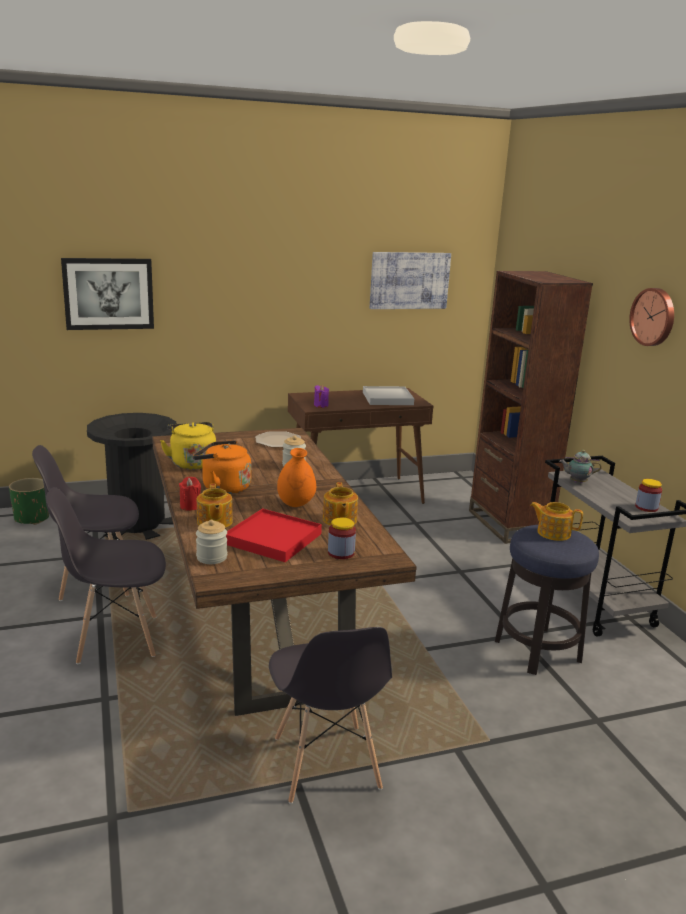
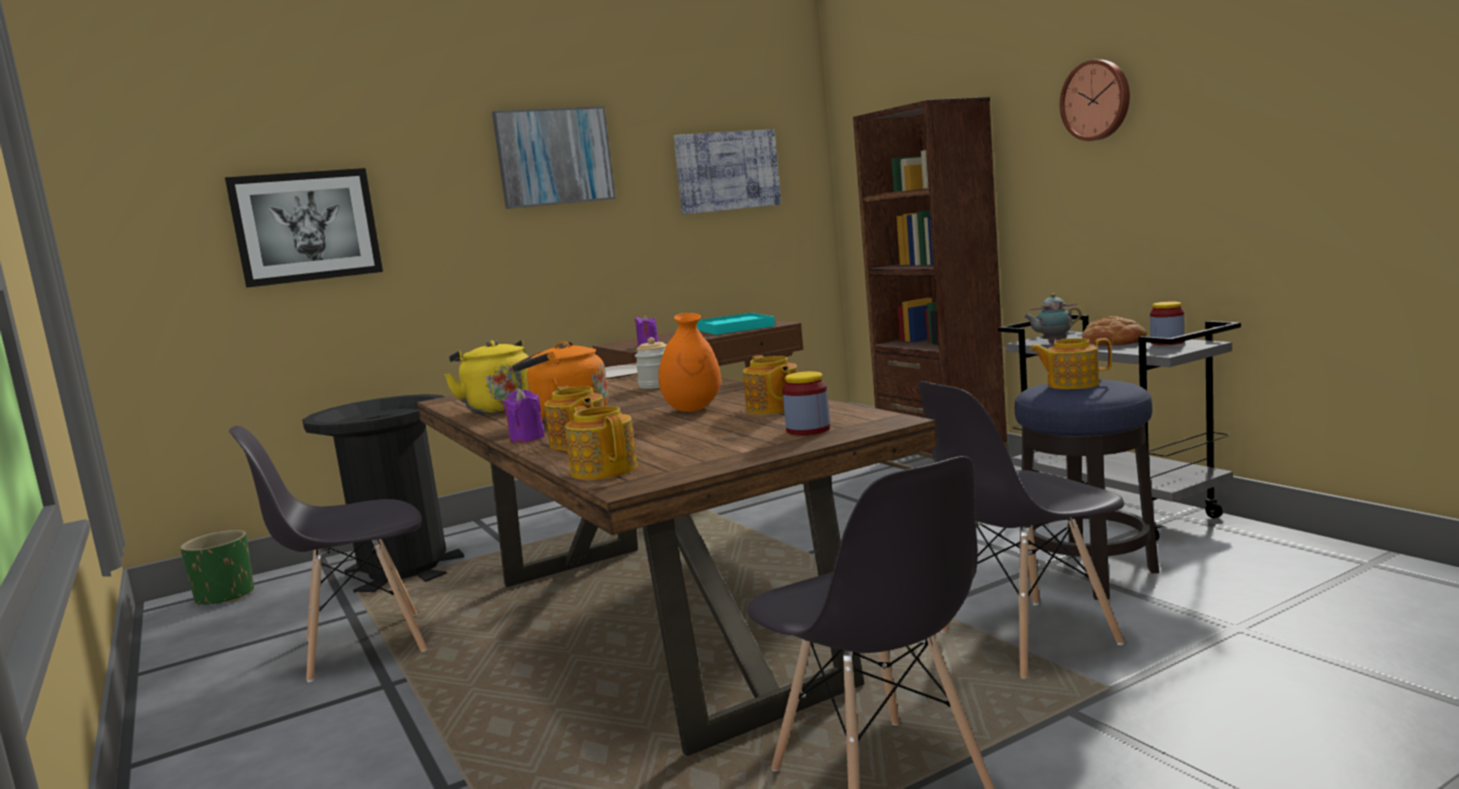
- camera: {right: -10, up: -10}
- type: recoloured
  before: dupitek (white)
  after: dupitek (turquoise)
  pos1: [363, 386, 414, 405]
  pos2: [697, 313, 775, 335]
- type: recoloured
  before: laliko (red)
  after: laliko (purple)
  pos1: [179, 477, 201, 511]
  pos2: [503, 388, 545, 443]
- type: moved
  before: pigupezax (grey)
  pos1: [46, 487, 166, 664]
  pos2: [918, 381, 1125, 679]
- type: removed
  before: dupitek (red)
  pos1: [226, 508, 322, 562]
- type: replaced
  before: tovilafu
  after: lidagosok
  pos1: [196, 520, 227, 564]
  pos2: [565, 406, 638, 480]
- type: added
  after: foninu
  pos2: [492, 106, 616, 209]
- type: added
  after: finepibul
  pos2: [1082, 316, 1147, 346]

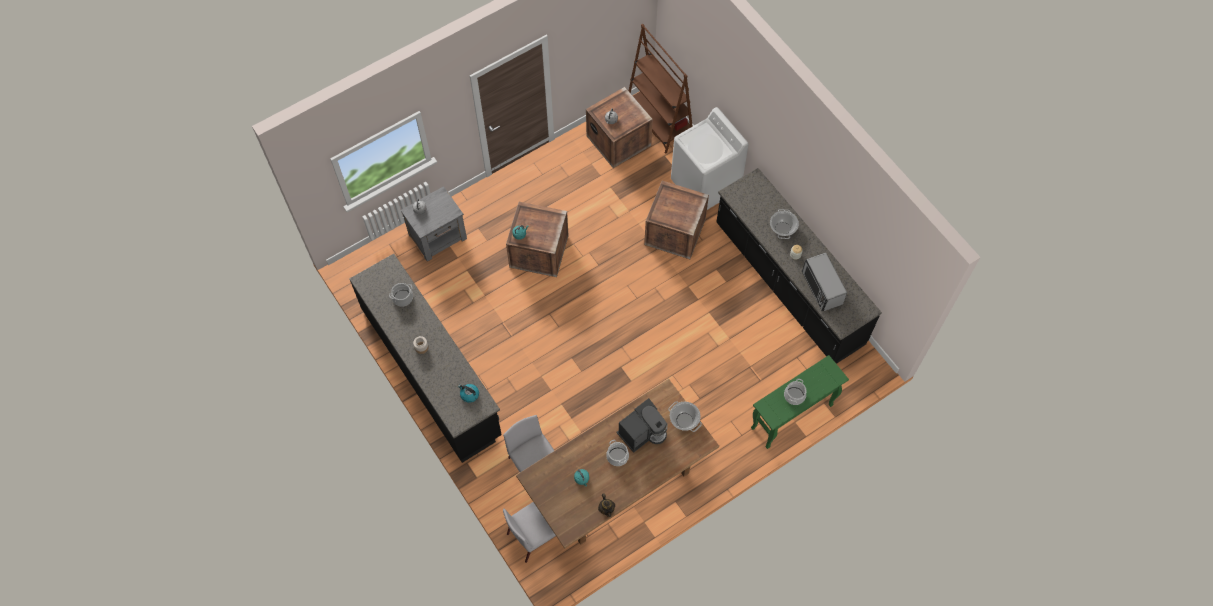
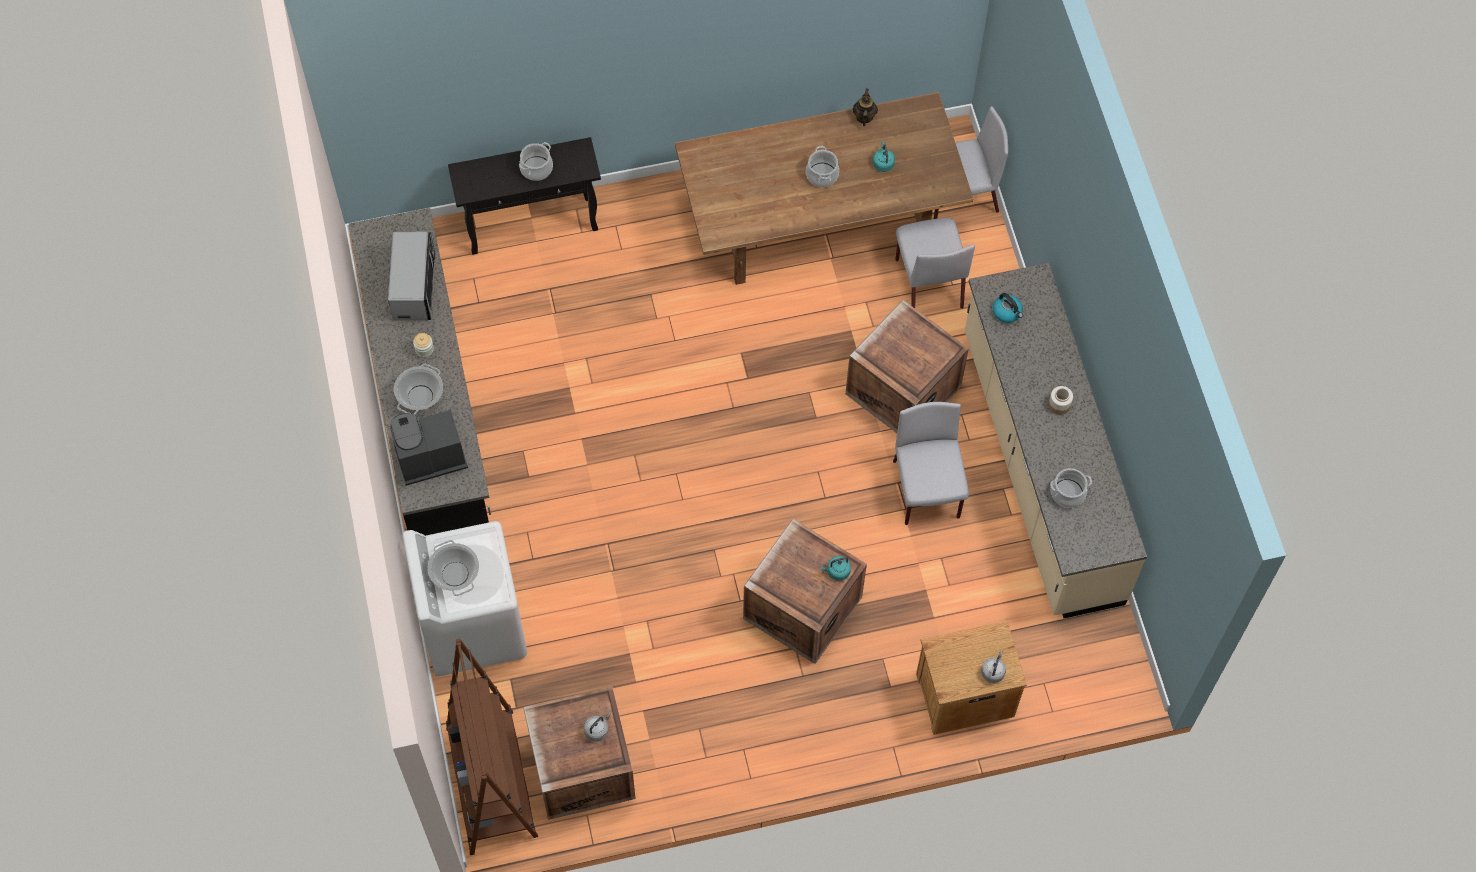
- camera: {right: -160, up: 0}
- type: moved
  before: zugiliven
  pos1: [644, 181, 709, 259]
  pos2: [845, 300, 969, 433]
- type: recoloured
  before: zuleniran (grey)
  after: zuleniran (brown)
  pos1: [401, 186, 467, 262]
  pos2: [916, 621, 1027, 735]
- type: recoloured
  before: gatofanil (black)
  after: gatofanil (beige)
  pos1: [349, 254, 502, 463]
  pos2: [965, 263, 1147, 618]
- type: recoloured
  before: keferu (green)
  after: keferu (black)
  pos1: [751, 355, 849, 449]
  pos2: [448, 137, 601, 255]
- type: moved
  before: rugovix
  pos1: [616, 398, 668, 453]
  pos2: [390, 410, 468, 486]
- type: moved
  before: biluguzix
  pos1: [668, 401, 702, 432]
  pos2: [428, 540, 479, 596]
- type: added
  after: pigupezax (grey)
  pos2: [893, 402, 969, 525]

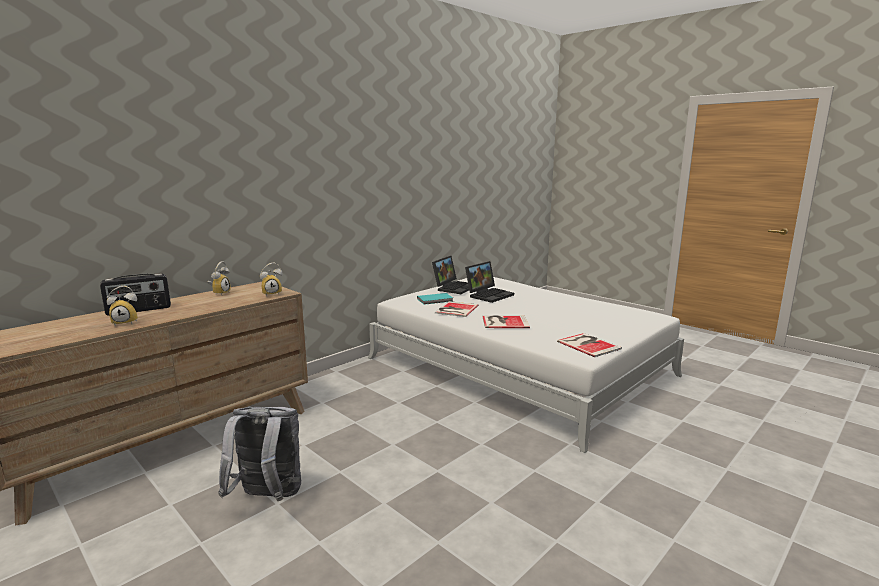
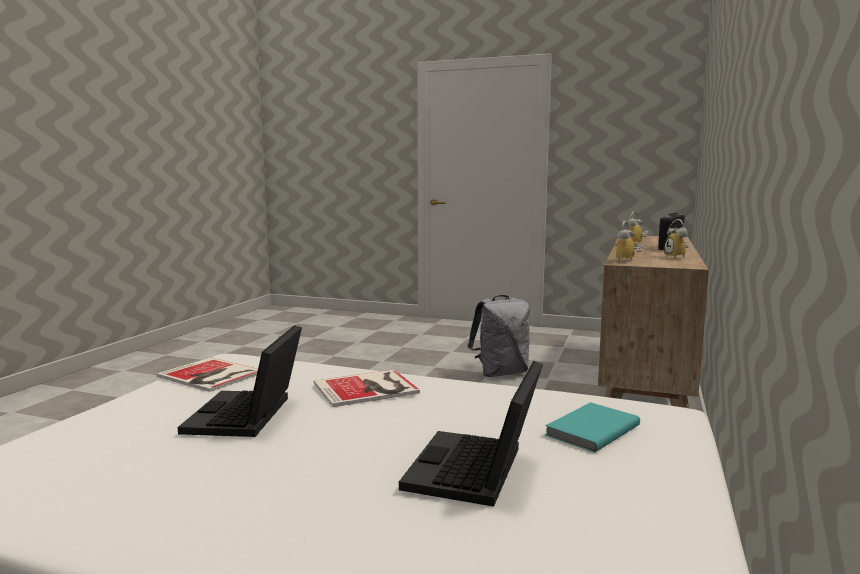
- camera: {right: 155, up: -5}
- type: moved
  before: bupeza
  pos1: [432, 256, 469, 294]
  pos2: [178, 325, 302, 437]
- type: removed
  before: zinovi
  pos1: [435, 301, 478, 317]

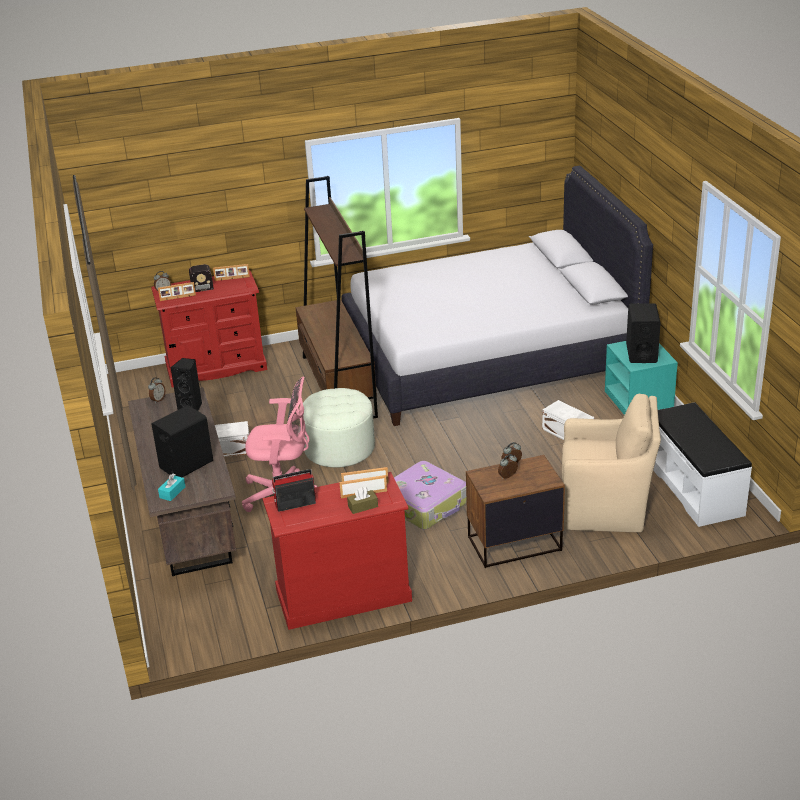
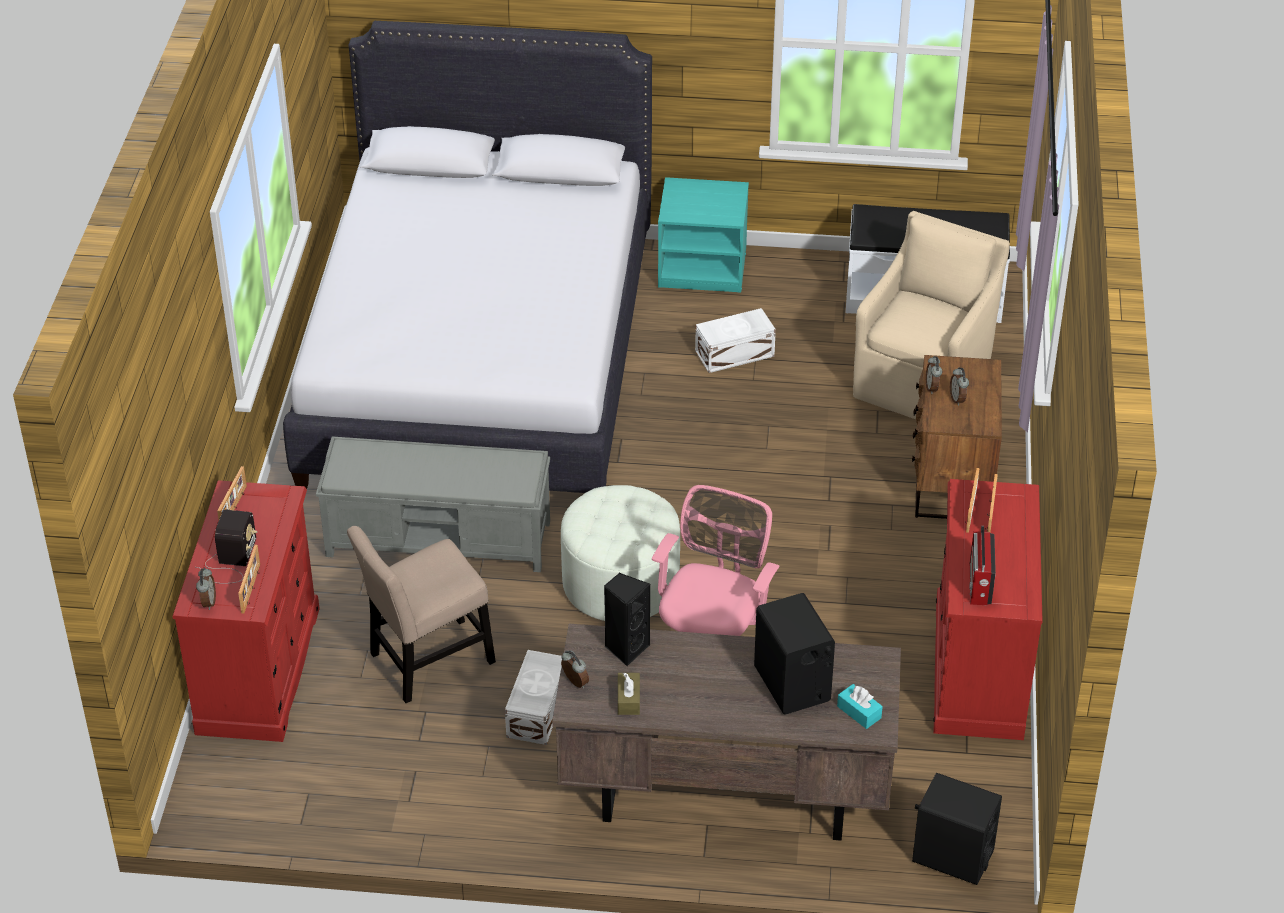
- camera: {right: -70, up: 10}
- type: replaced
  before: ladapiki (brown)
  after: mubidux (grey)
  pos1: [296, 176, 378, 418]
  pos2: [316, 436, 550, 572]
- type: moved
  before: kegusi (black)
  pos1: [626, 303, 661, 363]
  pos2: [912, 773, 1002, 885]
- type: removed
  before: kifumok
  pos1: [394, 461, 467, 529]
- type: moved
  before: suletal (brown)
  pos1: [347, 487, 378, 514]
  pos2: [618, 673, 640, 715]
- type: added
  after: pigupezax (beige)
  pos2: [347, 526, 496, 703]

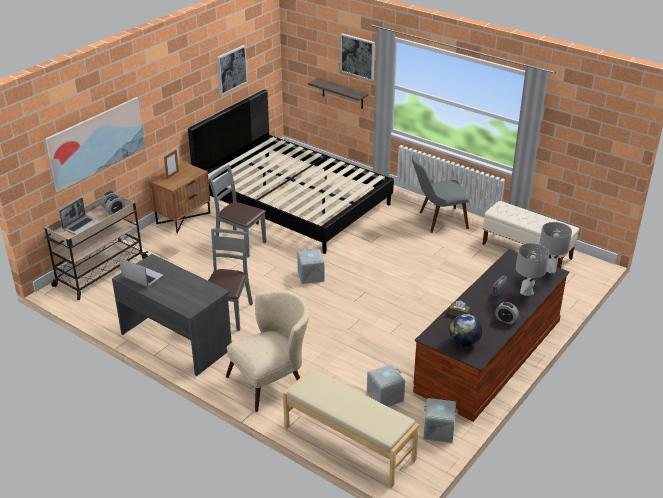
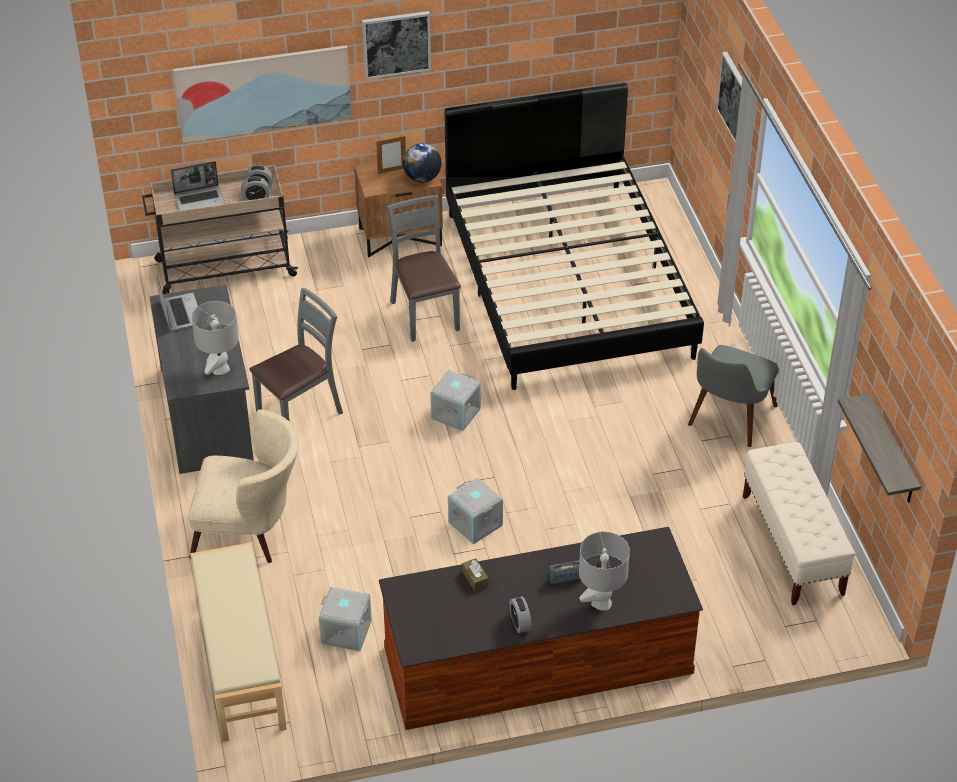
- camera: {right: 40, up: 10}
- type: moved
  before: foninu
  pos1: [217, 45, 248, 95]
  pos2: [362, 11, 431, 79]
- type: moved
  before: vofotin
  pos1: [308, 78, 369, 109]
  pos2: [838, 393, 921, 503]
- type: turned
  before: pigupezax (grey)
  pos1: [412, 154, 469, 233]
  pos2: [688, 345, 779, 447]
  turn: -90
- type: moved
  before: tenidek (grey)
  pos1: [539, 222, 572, 273]
  pos2: [191, 301, 239, 375]
- type: moved
  before: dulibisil
  pos1: [449, 314, 482, 347]
  pos2: [403, 143, 442, 182]
- type: moved
  before: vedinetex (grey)
  pos1: [423, 398, 458, 443]
  pos2: [448, 478, 503, 544]

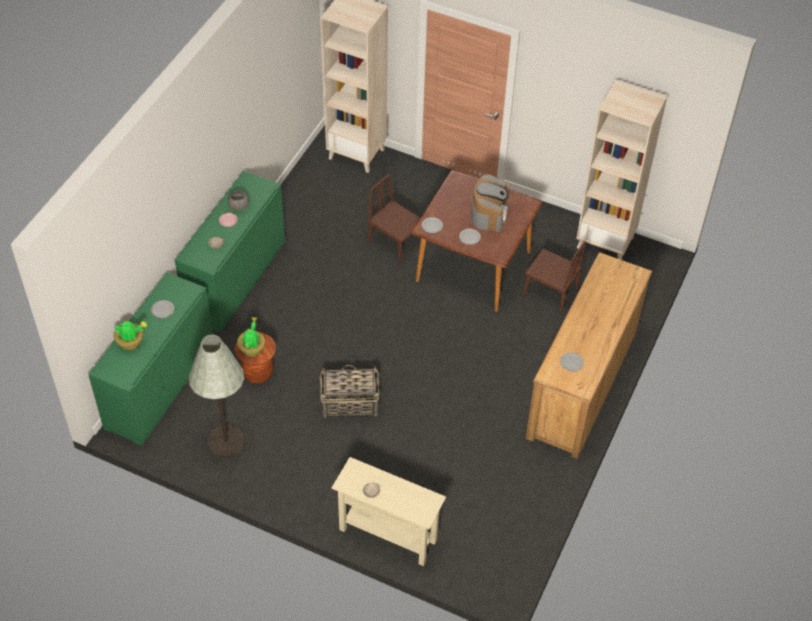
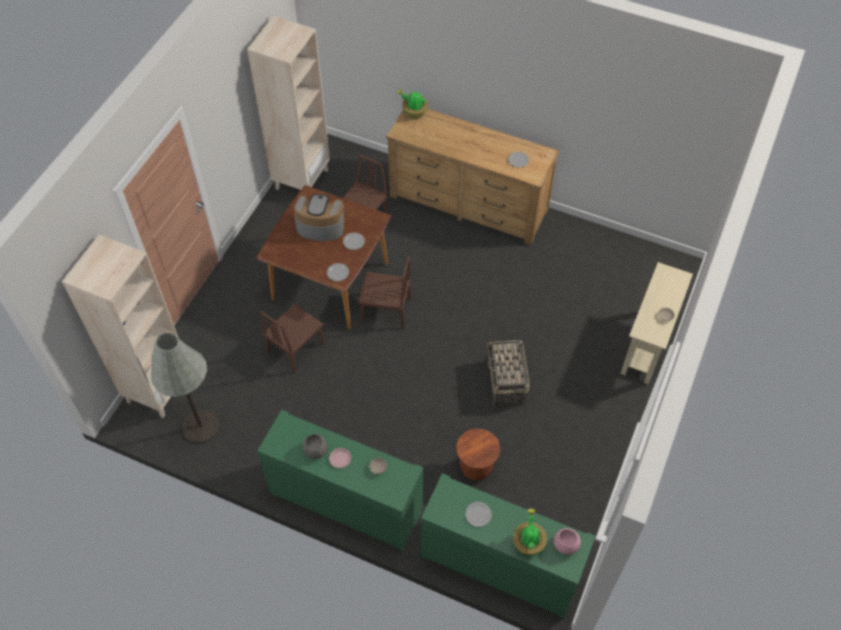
- camera: {right: -90, up: 5}
- type: moved
  before: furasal
  pos1: [237, 317, 265, 357]
  pos2: [397, 89, 428, 119]
- type: moved
  before: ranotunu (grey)
  pos1: [189, 334, 245, 457]
  pos2: [151, 333, 219, 443]
- type: added
  after: pigupezax (brown)
  pos2: [358, 256, 411, 329]
- type: added
  after: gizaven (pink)
  pos2: [554, 528, 581, 555]

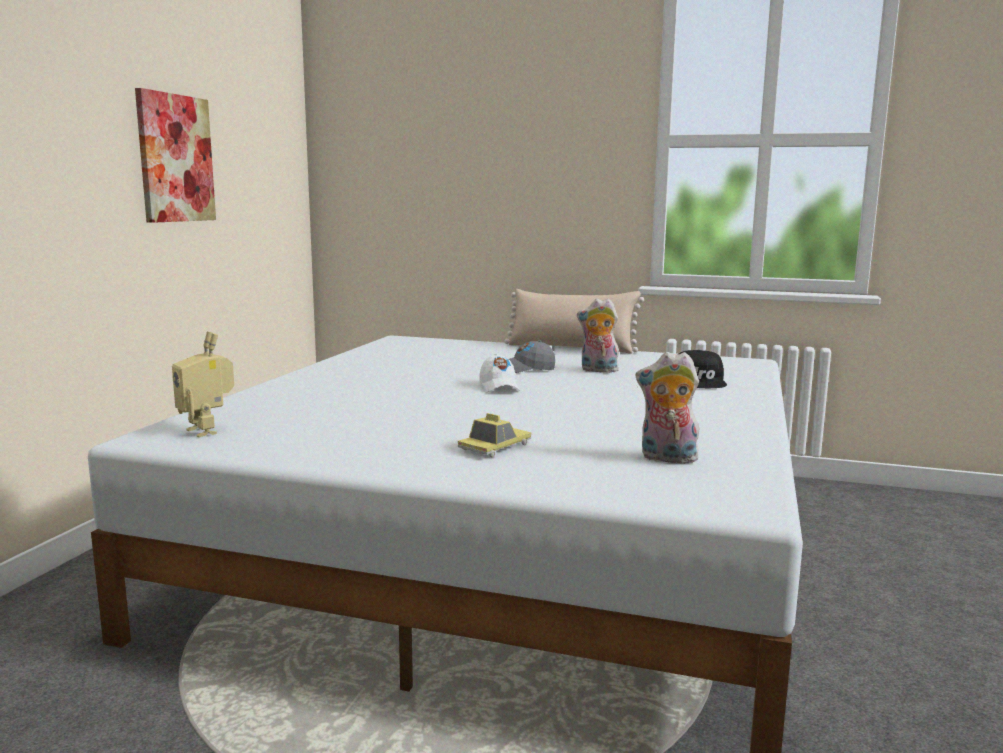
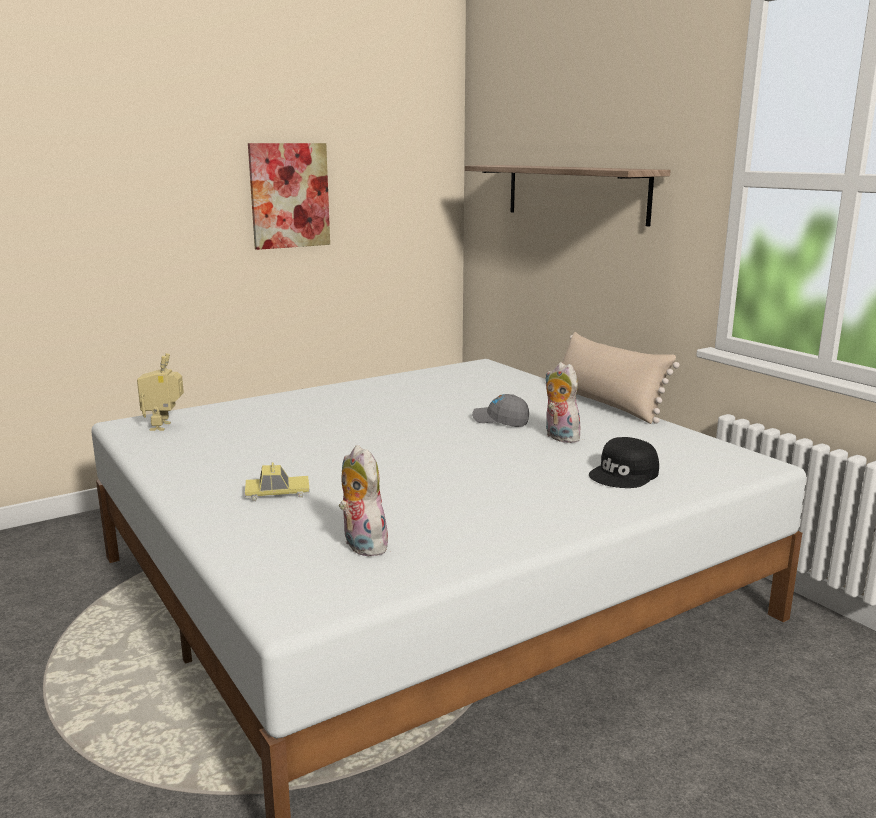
- camera: {right: 40, up: 5}
- type: removed
  before: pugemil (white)
  pos1: [479, 354, 520, 392]
- type: added
  after: vofotin
  pos2: [465, 165, 671, 226]

